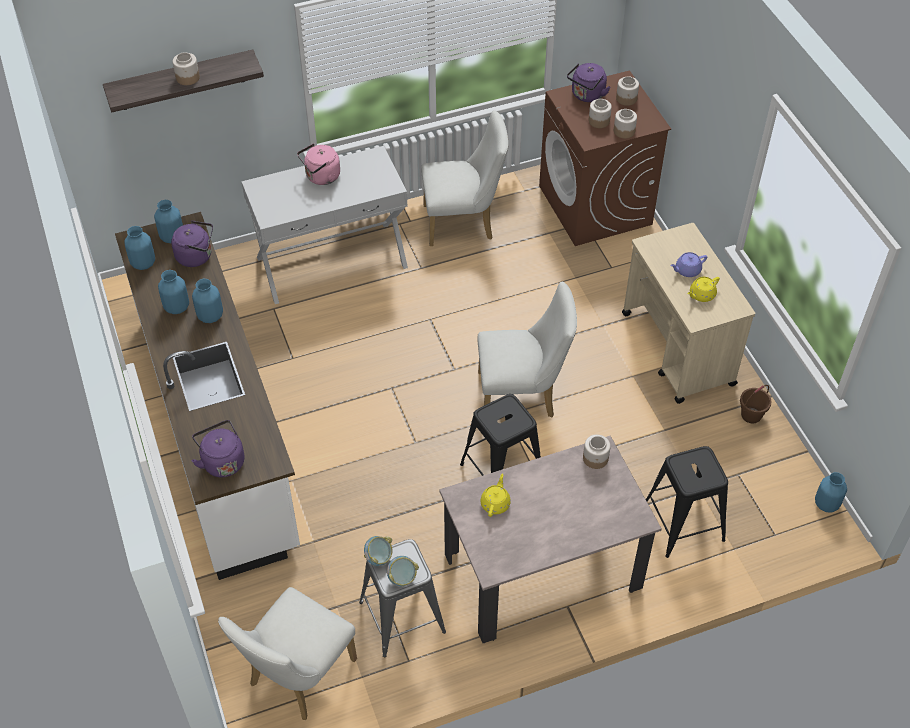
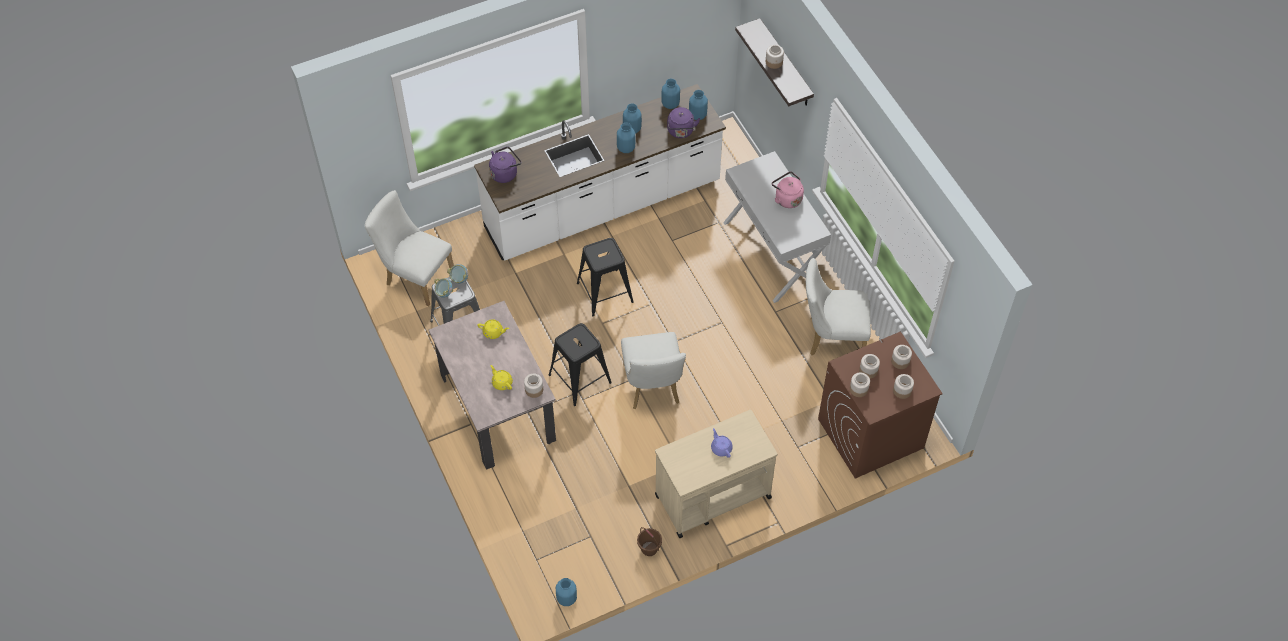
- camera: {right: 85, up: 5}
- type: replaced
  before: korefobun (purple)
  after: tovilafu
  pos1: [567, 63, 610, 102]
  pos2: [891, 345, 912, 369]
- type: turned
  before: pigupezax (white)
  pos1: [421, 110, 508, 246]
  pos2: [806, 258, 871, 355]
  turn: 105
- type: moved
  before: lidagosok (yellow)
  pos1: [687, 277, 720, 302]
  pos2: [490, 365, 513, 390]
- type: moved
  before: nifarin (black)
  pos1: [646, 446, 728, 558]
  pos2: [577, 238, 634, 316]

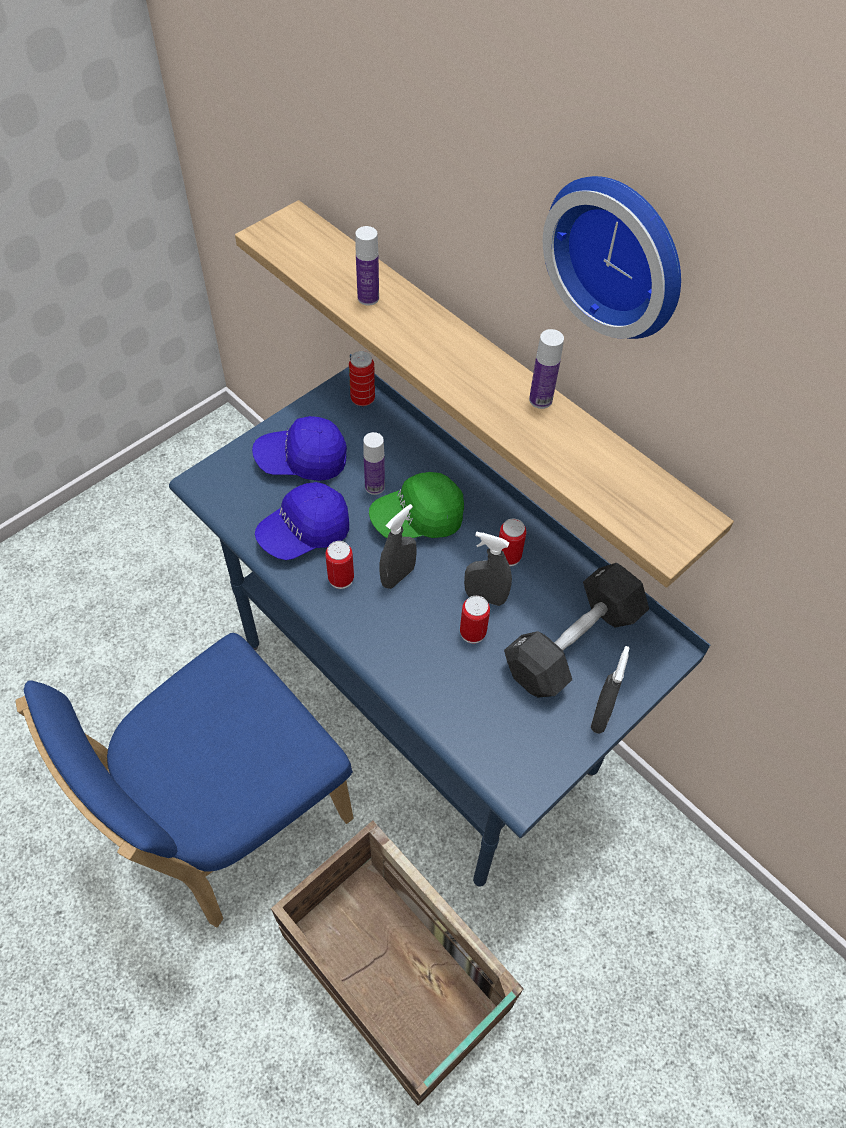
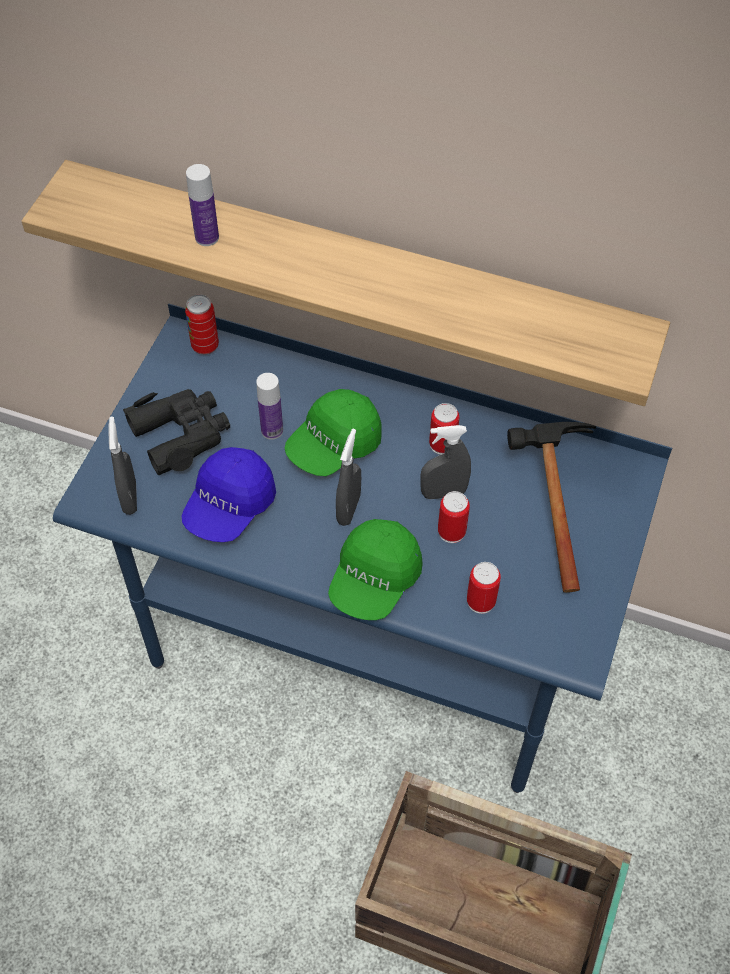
- camera: {right: -25, up: 0}
- type: removed
  before: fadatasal
  pos1: [543, 176, 681, 339]
- type: removed
  before: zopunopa
  pos1: [529, 329, 564, 409]
- type: replaced
  before: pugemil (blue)
  after: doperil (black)
  pos1: [252, 416, 347, 481]
  pos2: [123, 389, 230, 475]
- type: moved
  before: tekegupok
  pos1: [325, 541, 354, 589]
  pos2: [467, 562, 501, 614]
- type: replaced
  before: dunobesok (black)
  after: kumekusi
  pos1: [504, 563, 649, 698]
  pos2: [507, 422, 596, 593]
- type: removed
  before: pigupezax (blue)
  pos1: [16, 633, 353, 928]
- type: moved
  before: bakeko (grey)
  pos1: [591, 646, 629, 734]
  pos2: [108, 417, 137, 515]
- type: added
  after: pugemil (green)
  pos2: [328, 519, 423, 620]

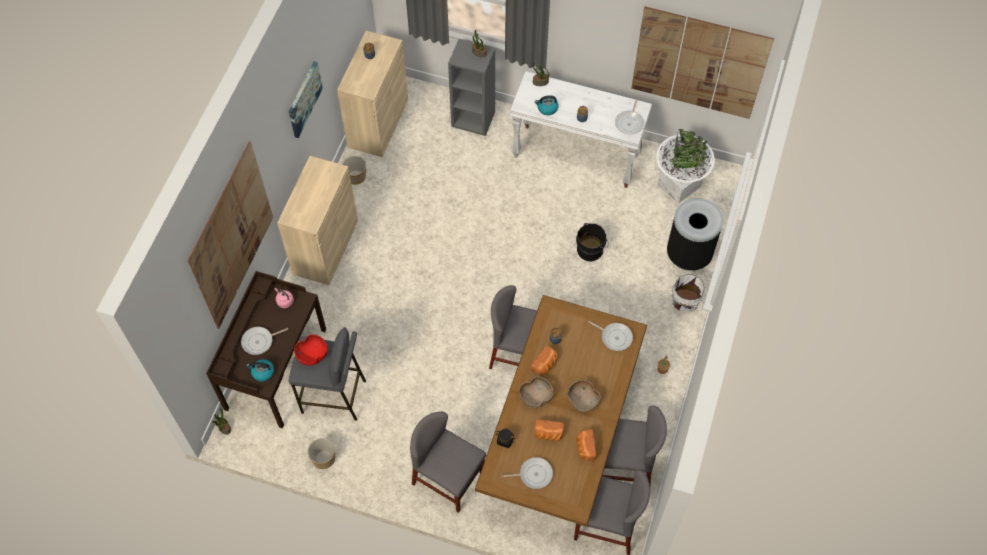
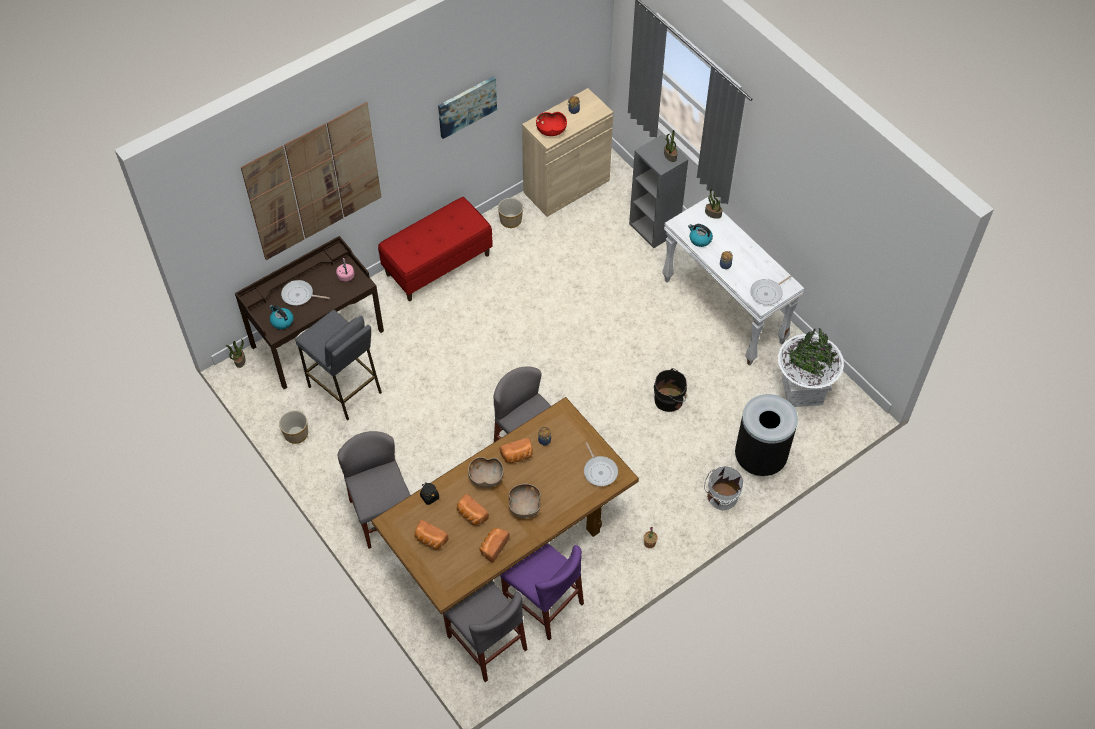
- camera: {right: 35, up: -5}
- type: removed
  before: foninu
  pos1: [631, 6, 774, 119]
- type: replaced
  before: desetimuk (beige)
  after: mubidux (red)
  pos1: [277, 156, 358, 285]
  pos2: [378, 197, 493, 301]
- type: moved
  before: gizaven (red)
  pos1: [294, 334, 328, 365]
  pos2: [536, 112, 567, 136]
- type: recoloured
  before: pigupezax (grey)
  after: pigupezax (purple)
  pos1: [602, 405, 667, 485]
  pos2: [500, 543, 584, 641]
- type: replaced
  before: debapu
  after: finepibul
  pos1: [501, 457, 553, 489]
  pos2: [415, 520, 448, 550]

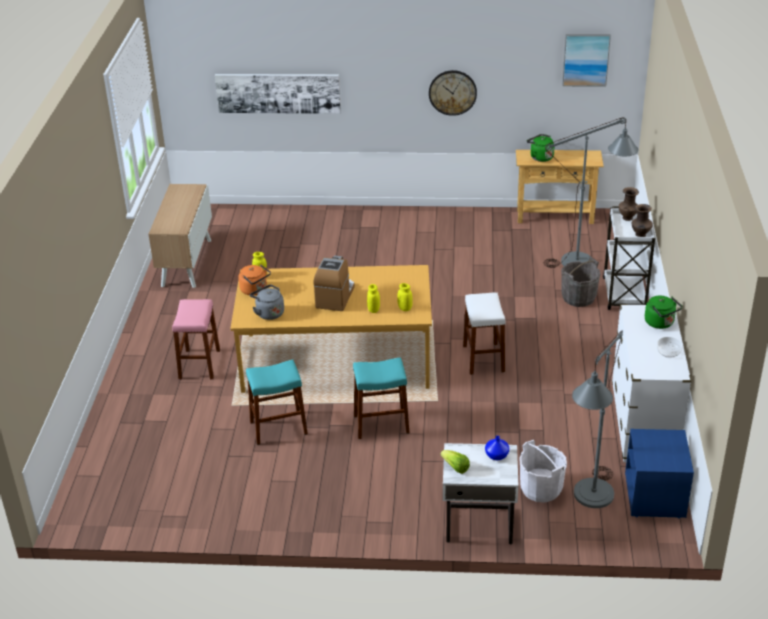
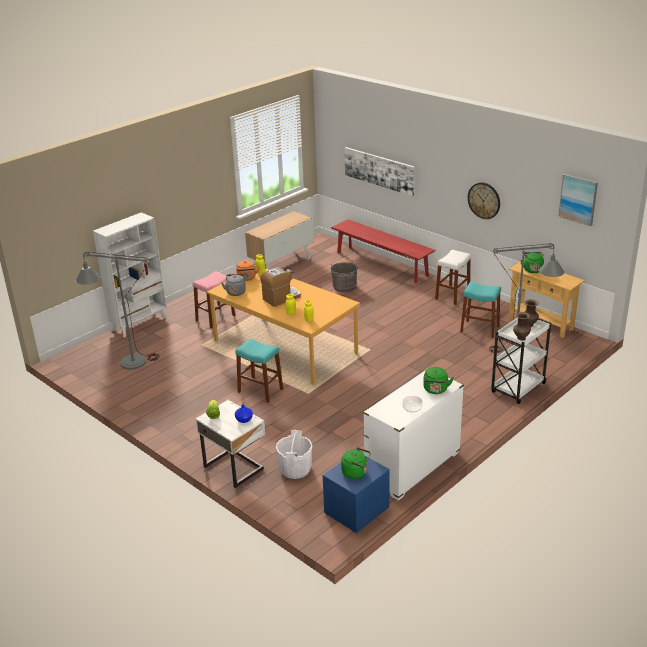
- camera: {right: 40, up: -5}
- type: moved
  before: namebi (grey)
  pos1: [561, 258, 600, 307]
  pos2: [330, 262, 358, 292]
- type: moved
  before: nifarin (white)
  pos1: [463, 293, 506, 375]
  pos2: [435, 250, 471, 305]
- type: moved
  before: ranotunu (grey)
  pos1: [572, 331, 623, 508]
  pos2: [75, 252, 160, 370]
- type: moved
  before: nifarin (turquoise)
  pos1: [246, 360, 308, 445]
  pos2: [460, 282, 501, 338]
- type: added
  after: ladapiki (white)
  pos2: [93, 212, 167, 338]
- type: added
  after: mubidux (red)
  pos2: [331, 219, 435, 283]
- type: added
  after: korefobun (green)
  pos2: [341, 447, 371, 479]

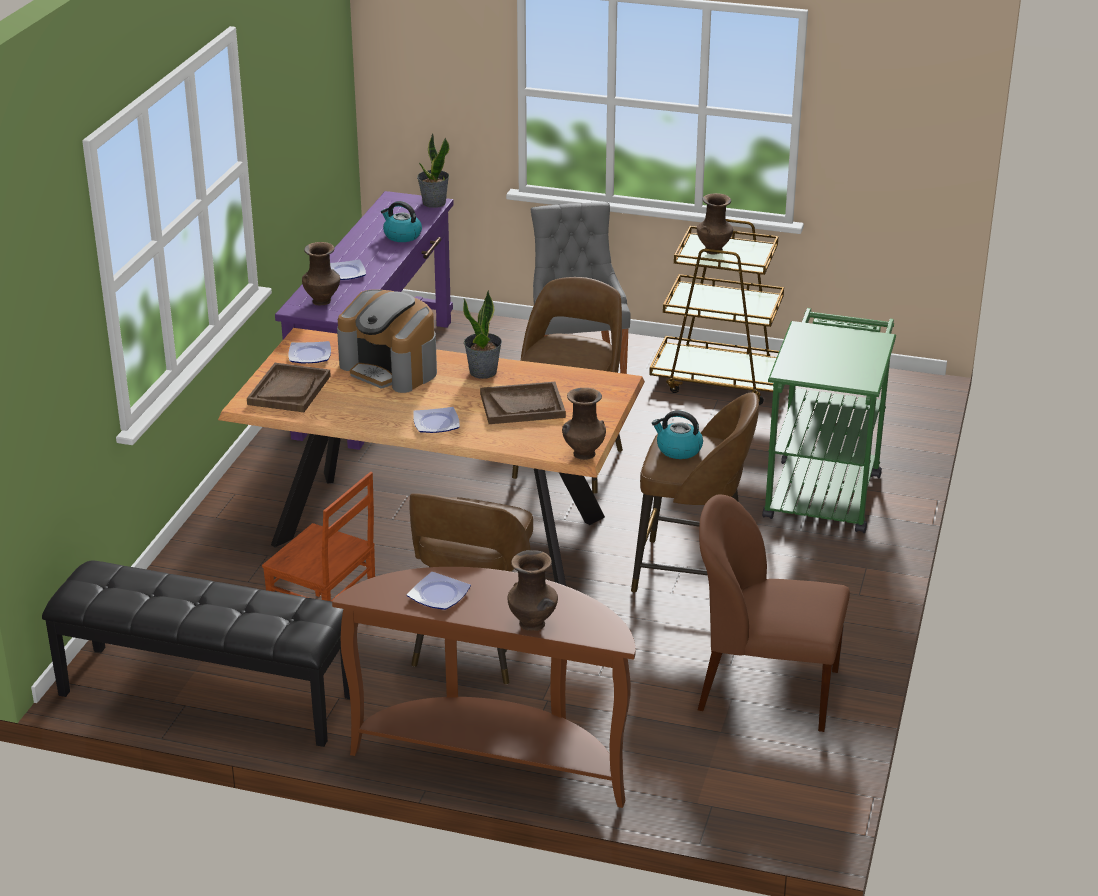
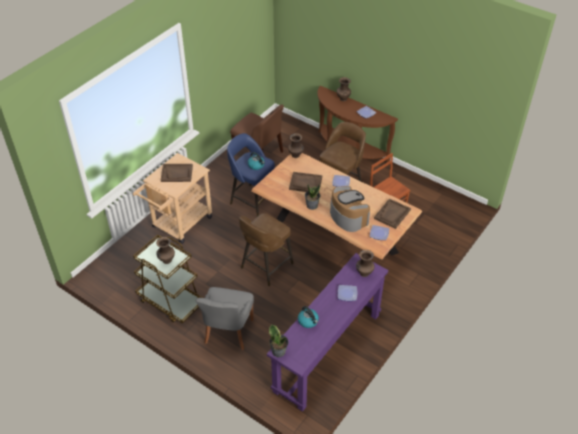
- camera: {right: -160, up: 15}
- type: recoloured
  before: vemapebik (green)
  after: vemapebik (beige)
  pos1: [762, 308, 896, 533]
  pos2: [133, 153, 212, 244]
- type: recoloured
  before: nifarin (brown)
  after: nifarin (blue)
  pos1: [631, 392, 759, 593]
  pos2: [227, 133, 275, 217]
- type: removed
  before: mubidux (black)
  pos1: [42, 560, 350, 747]
- type: added
  after: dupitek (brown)
  pos2: [161, 164, 193, 182]

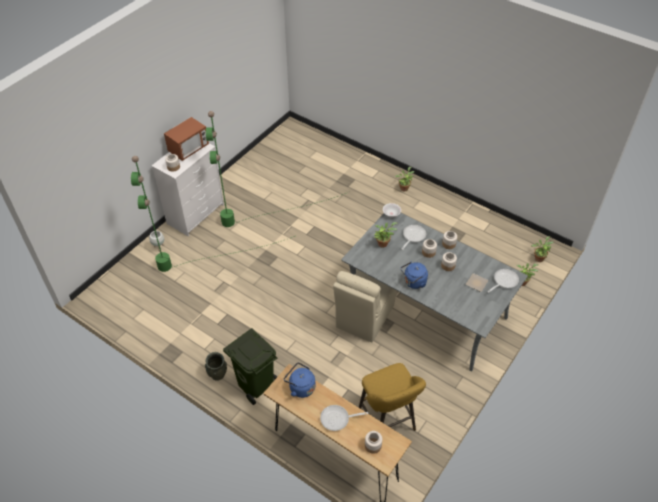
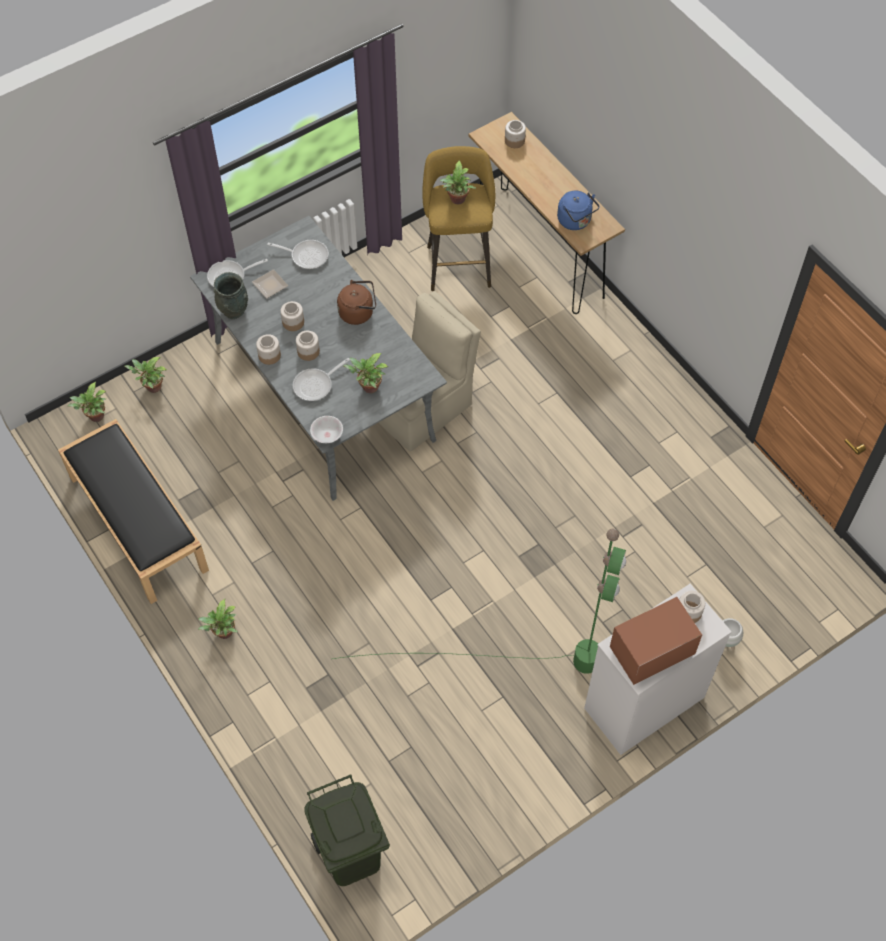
- camera: {right: -160, up: 10}
- type: removed
  before: ranotunu (green)
  pos1: [131, 156, 295, 272]
- type: recoloured
  before: korefobun (blue)
  after: korefobun (brown)
  pos1: [401, 262, 428, 289]
  pos2: [337, 280, 376, 325]
- type: moved
  before: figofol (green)
  pos1: [223, 328, 277, 405]
  pos2: [304, 774, 390, 886]
- type: moved
  before: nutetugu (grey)
  pos1: [205, 352, 227, 381]
  pos2: [213, 272, 249, 319]
- type: moved
  before: debapu
  pos1: [320, 405, 368, 431]
  pos2: [267, 240, 329, 269]
- type: added
  after: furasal
  pos2: [440, 160, 476, 204]
- type: added
  after: mubidux (black)
  pos2: [58, 419, 209, 604]

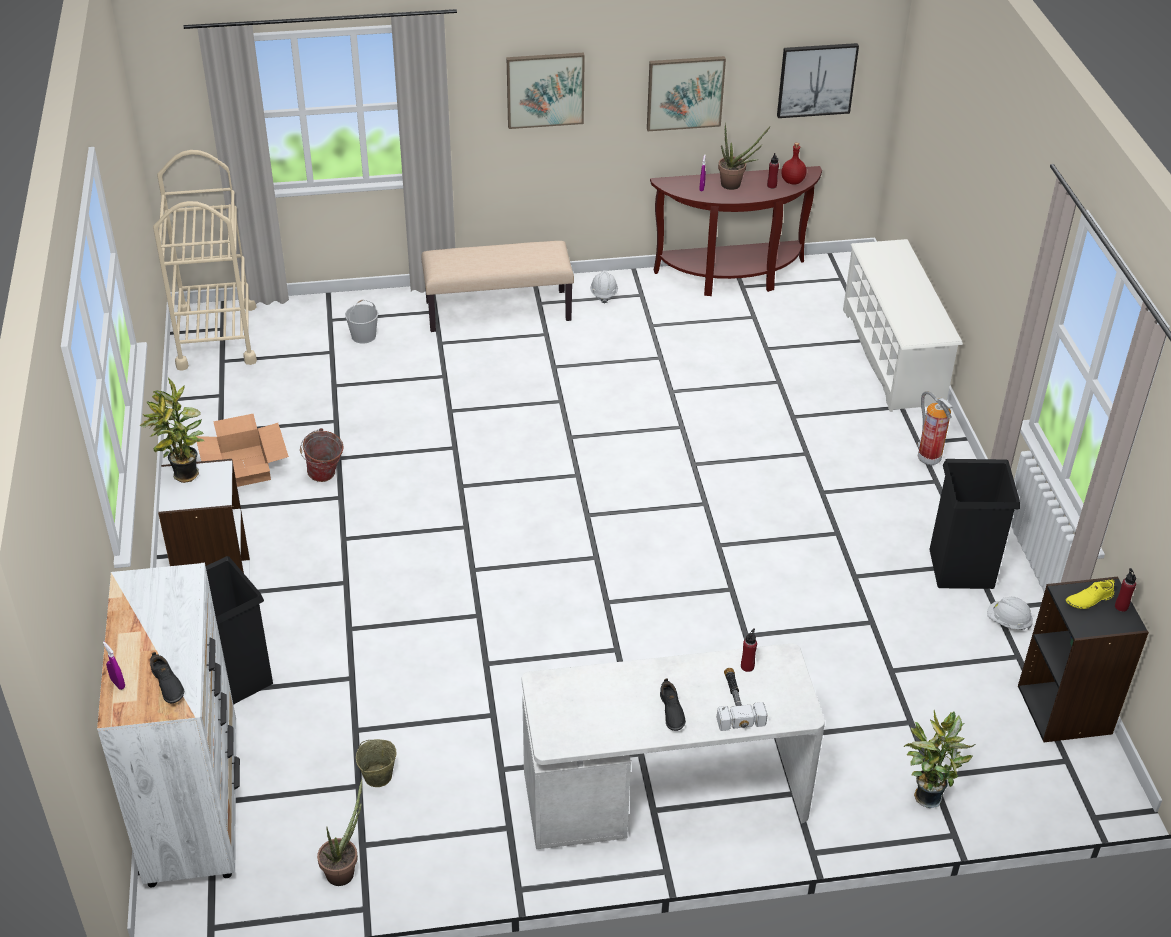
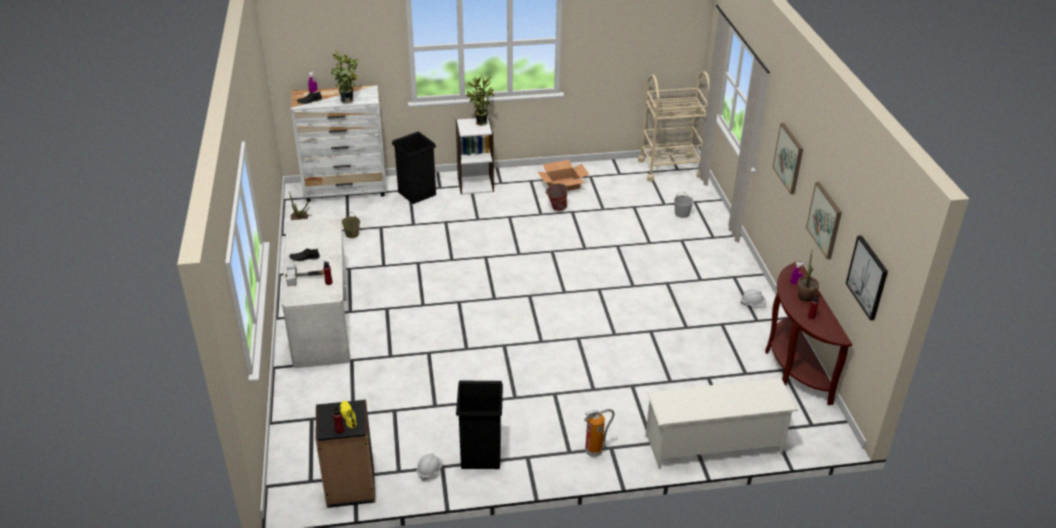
- camera: {right: 90, up: -5}
- type: removed
  before: zopunopa (red)
  pos1: [781, 143, 807, 184]
- type: removed
  before: mubidux (beige)
  pos1: [421, 241, 574, 332]
- type: moved
  before: furasal
  pos1: [903, 710, 975, 808]
  pos2: [331, 51, 359, 104]

